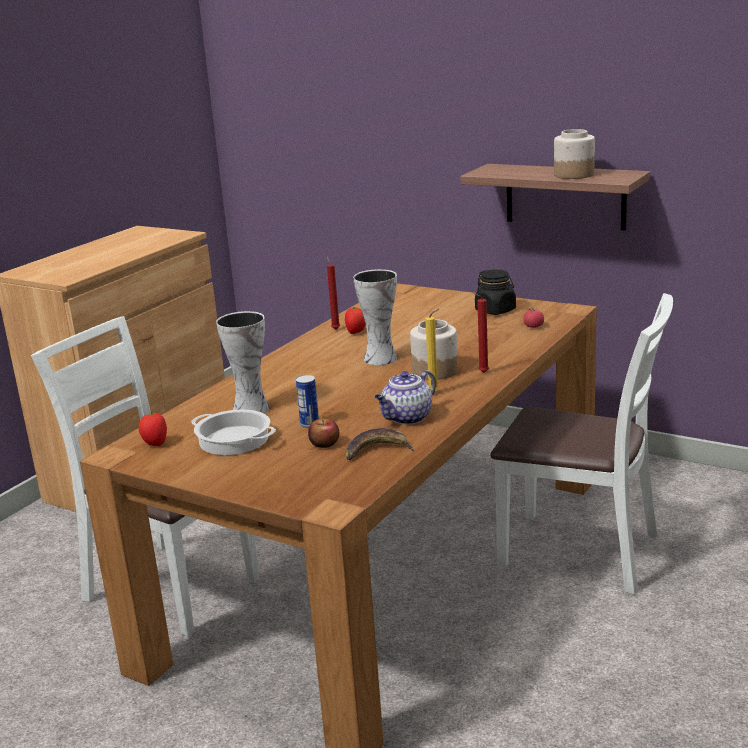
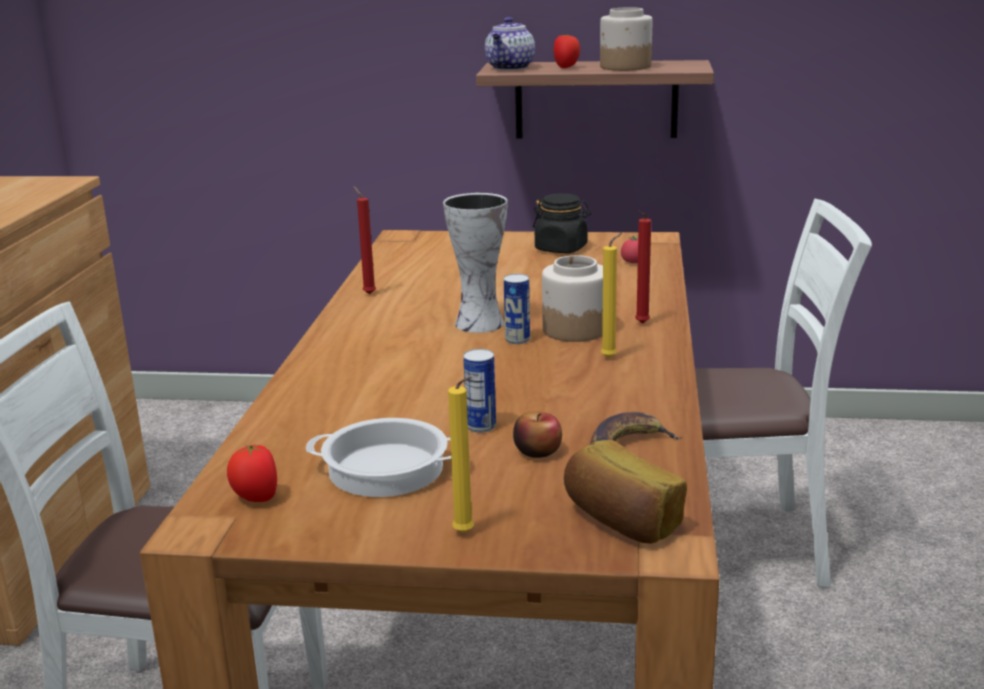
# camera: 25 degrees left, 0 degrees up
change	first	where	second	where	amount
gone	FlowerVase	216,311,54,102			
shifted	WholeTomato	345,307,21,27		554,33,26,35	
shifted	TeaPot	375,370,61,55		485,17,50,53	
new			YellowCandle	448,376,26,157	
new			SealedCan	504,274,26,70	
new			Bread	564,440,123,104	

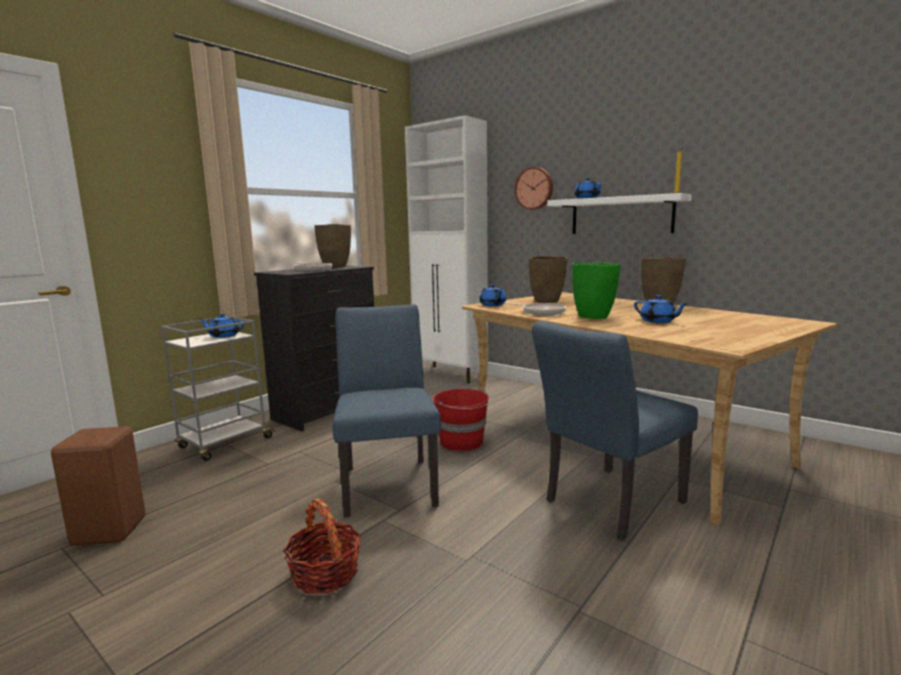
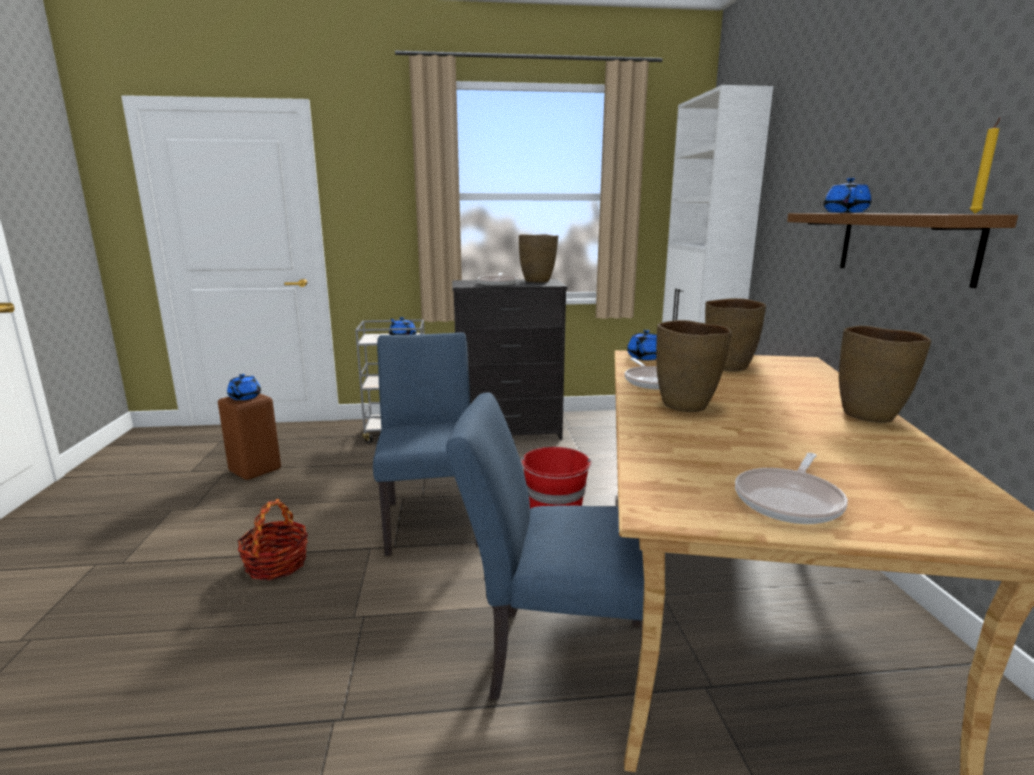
# camera: 45 degrees right, 5 degrees up
change	first	where	second	where	amount
rotated	BlueUprightChair	333,304,108,213		373,332,105,224	45 degrees counterclockwise
gone	ClockOnTheWall	514,167,39,43			
repainted	WhiteColouredShelf	547,193,145,41	BrownShelf	787,213,231,75	
repainted	GreenColouredFlowerVase	572,262,49,57	BrownFlowerVase	656,320,76,92	
shifted	BlueTeaPot	634,295,55,28		227,374,34,26	
new			FryingPan	735,453,113,71	

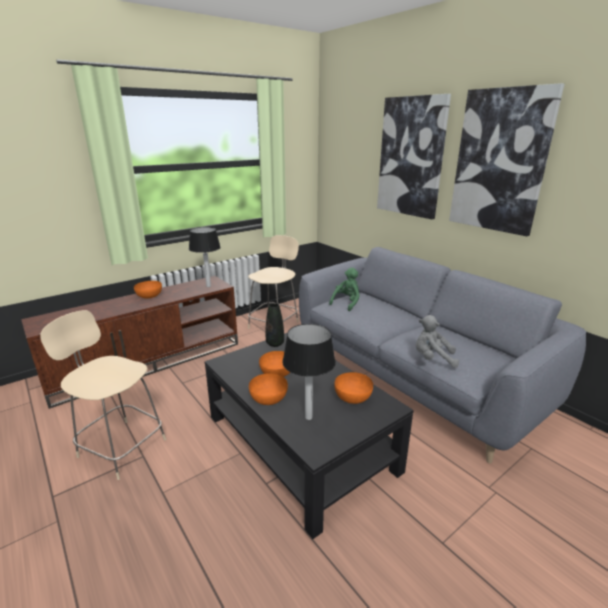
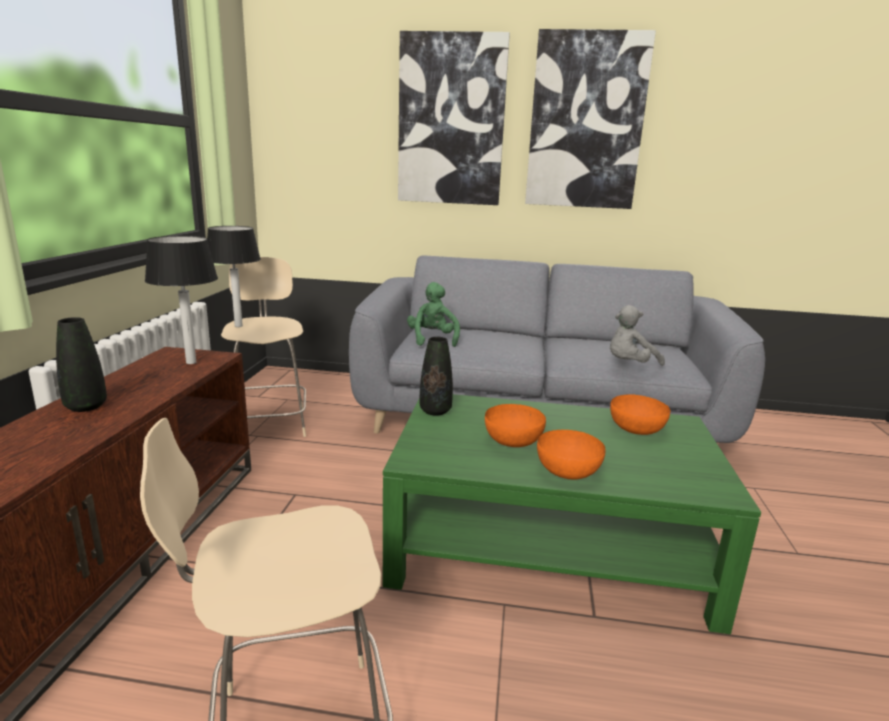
# camera: 45 degrees left, 5 degrees down
change	first	where	second	where	amount
swapped	OrangeColouredServingBowl	134,281,28,17	BlackFlowerVase	56,317,51,95	
repainted	BlackCoffeeTable	205,333,209,206	GreenColouredCoffeeTable	383,394,378,240	
shifted	TableLamp	282,324,54,96		207,226,54,101	

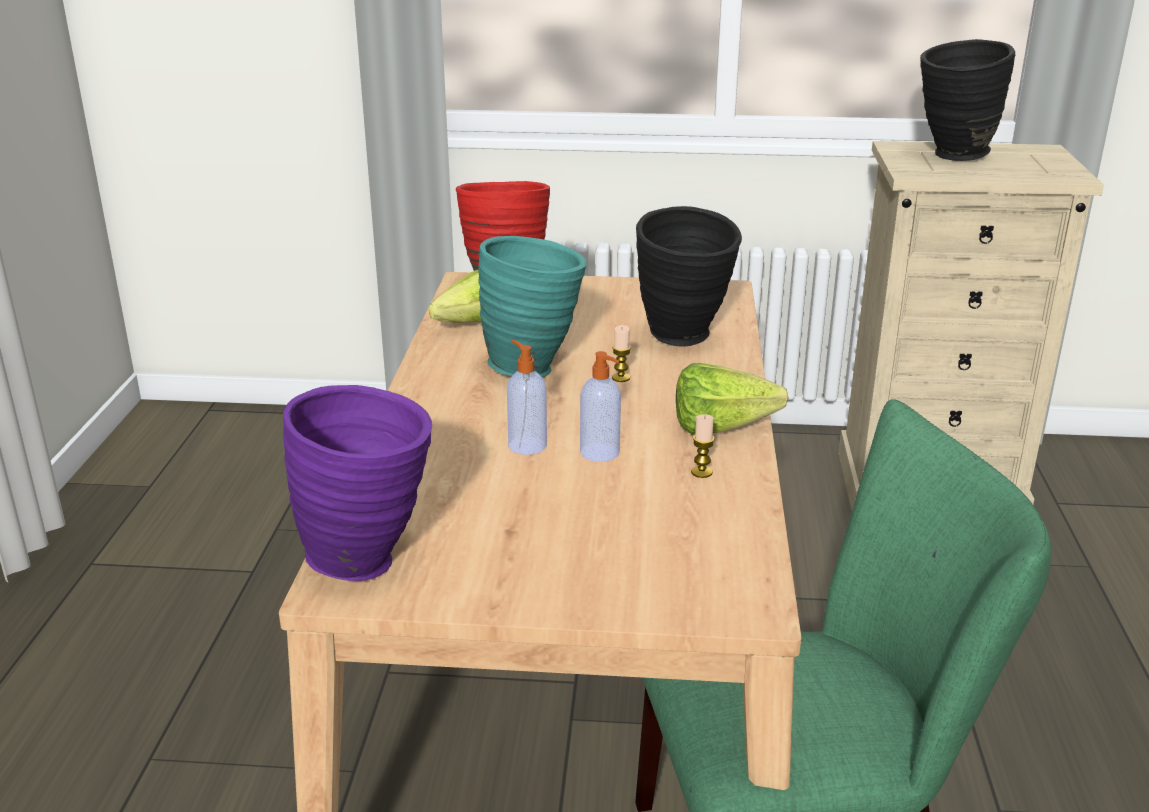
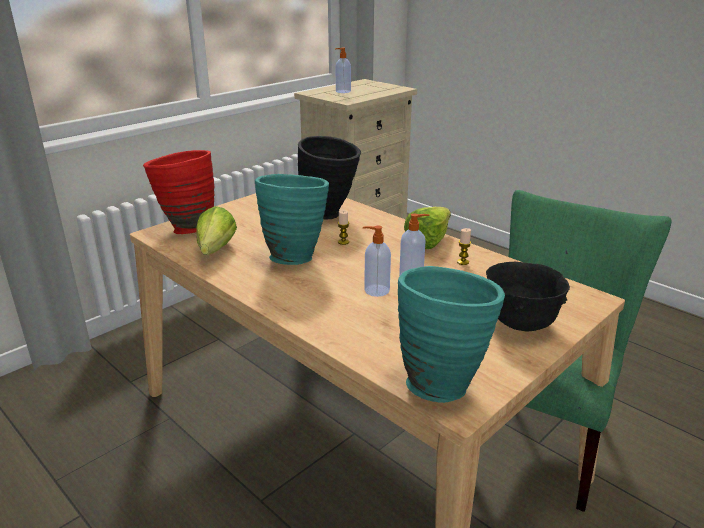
# camera: 50 degrees left, 0 degrees up
change	first	where	second	where	amount
repainted	PurpleFlowerVase	283,385,149,196	TurquoiseFlowerVase	398,266,107,137	
swapped	BlackFlowerVase	920,39,95,122	SoapDispenser	335,47,16,46	
new			BlackServingBowl	486,262,84,69	

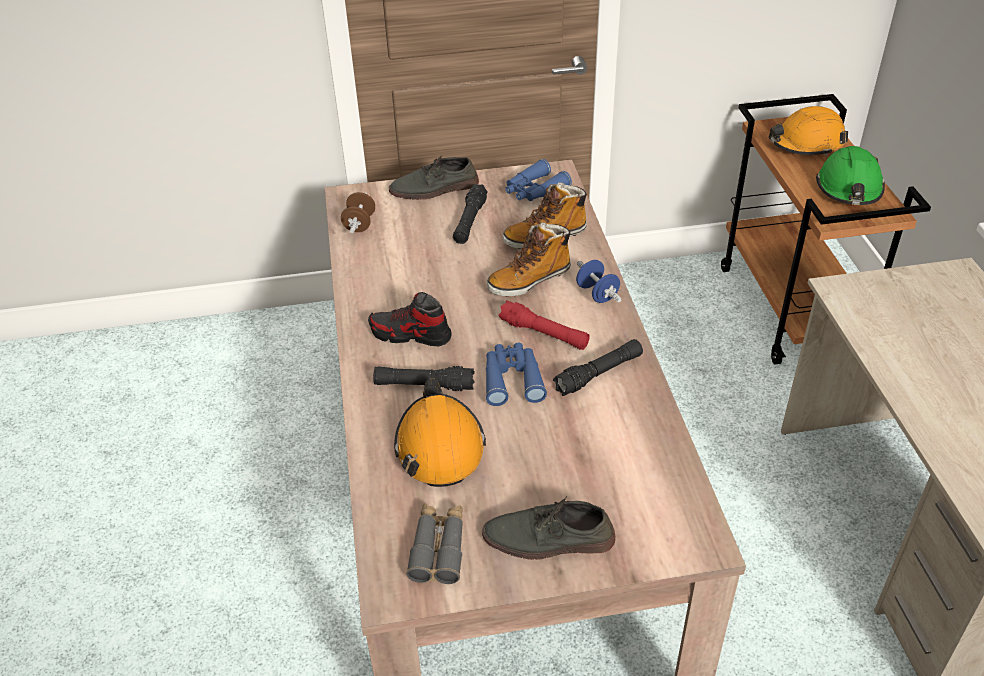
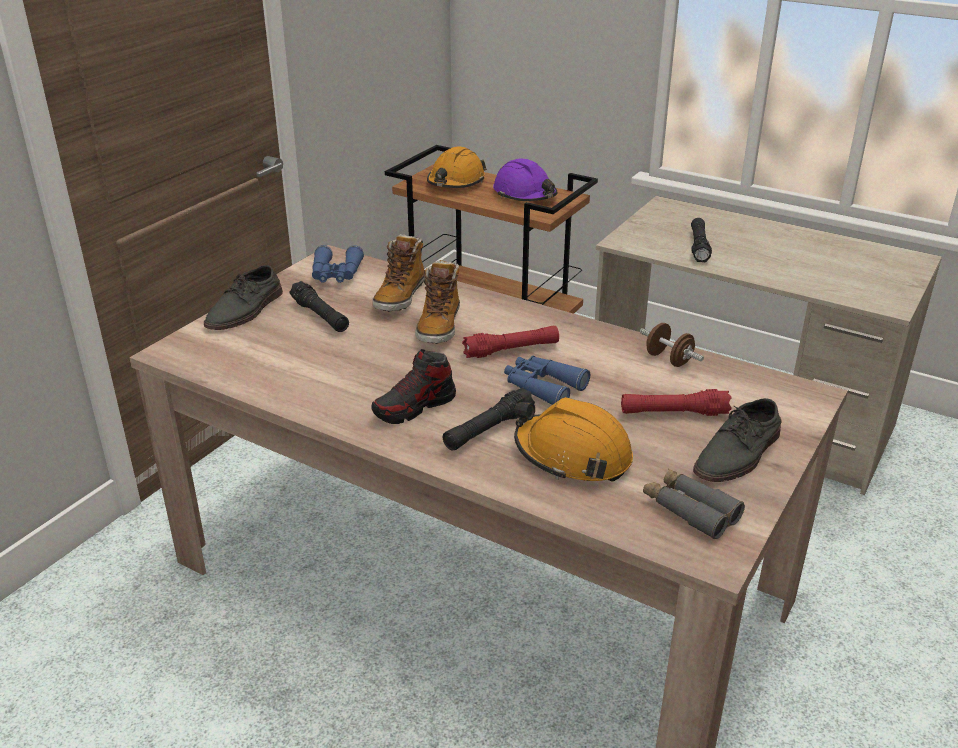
# camera: 50 degrees left, 10 degrees down
change	first	where	second	where	amount
shifted	BrownFreeWeight	341,192,34,41		640,323,64,44	
shifted	BlackTorch	553,339,90,57		691,218,21,44	
gone	BlueFreeWeight	576,260,46,43			
repainted	GreenColouredHardHat	816,146,69,59	PurpleHardHat	493,159,65,42	
new			ReddishTorch	621,389,111,27	

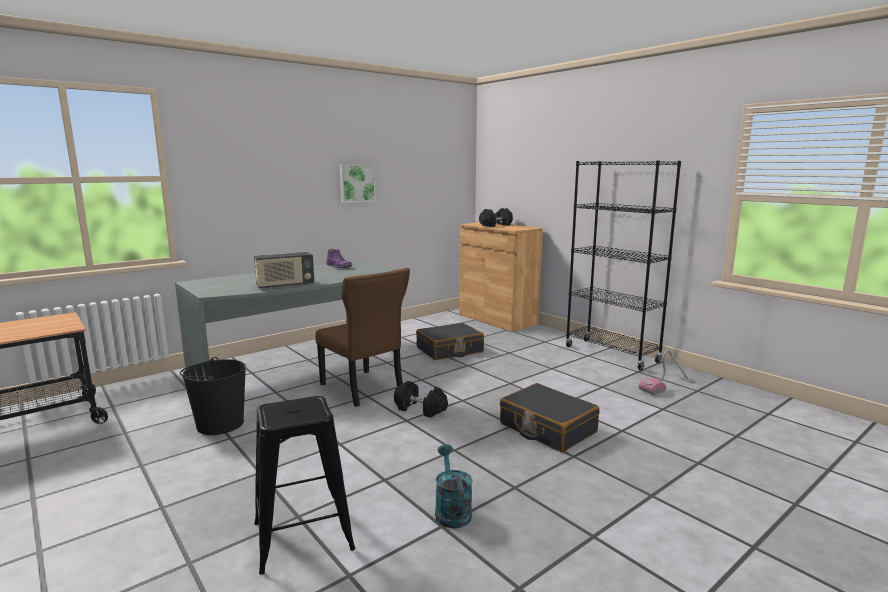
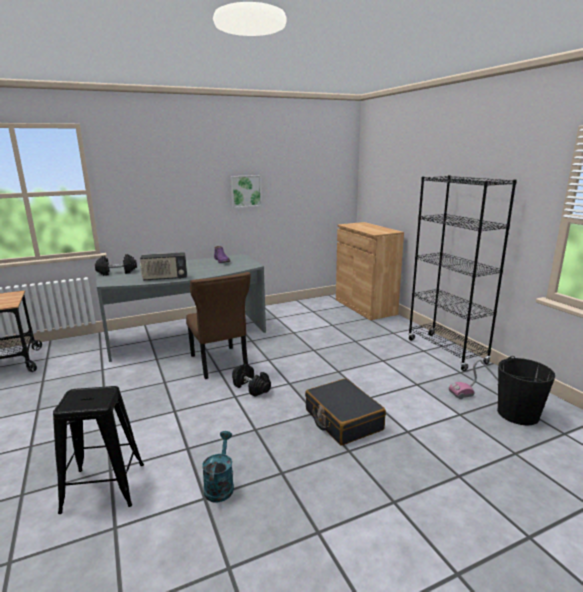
# camera: 15 degrees right, 5 degrees up
change	first	where	second	where	amount
shifted	BlackBucket	180,357,66,78		497,356,58,70	
gone	BlackSuitcase	416,323,68,37			
shifted	BlackFreeWeight	479,208,34,19		95,254,42,22	

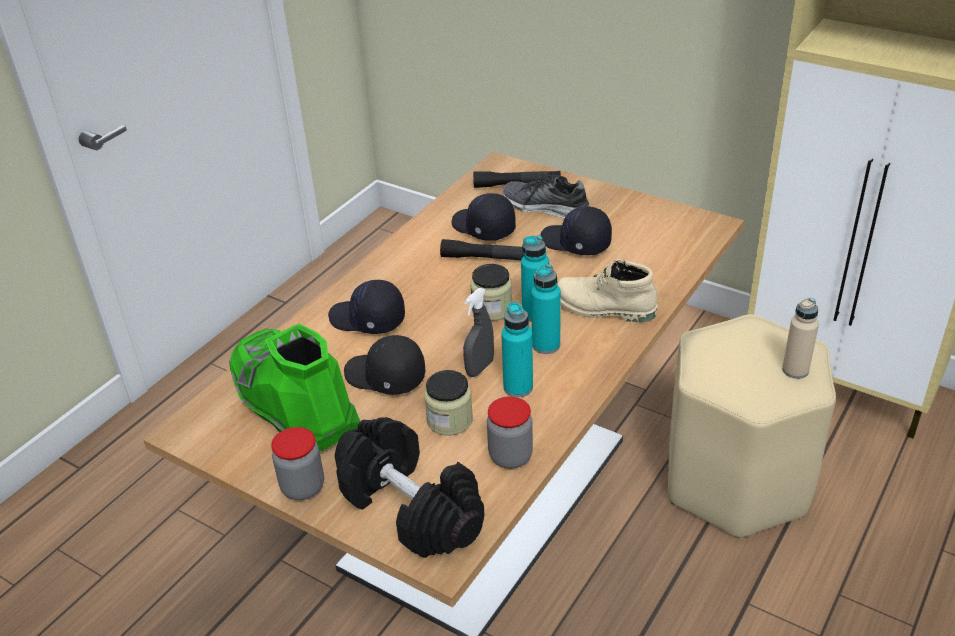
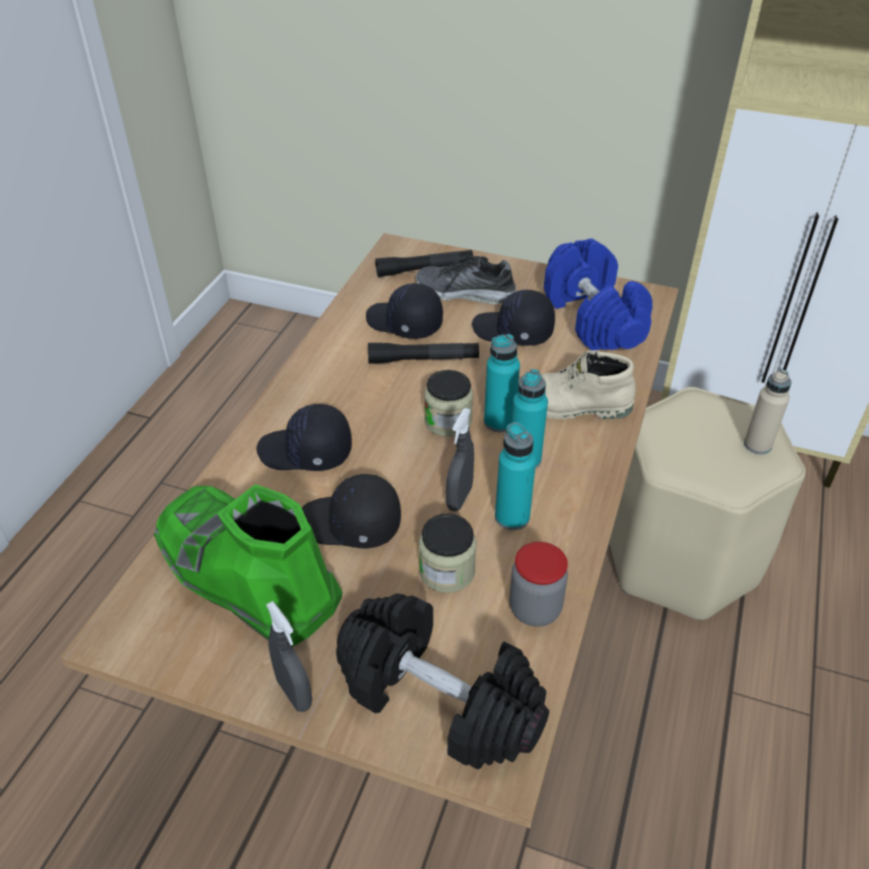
# camera: 15 degrees left, 5 degrees up
change	first	where	second	where	amount
swapped	PreserveJar	271,427,53,73	GreySprayer	266,601,46,111	
new			BlueFreeWeight	544,239,109,111	

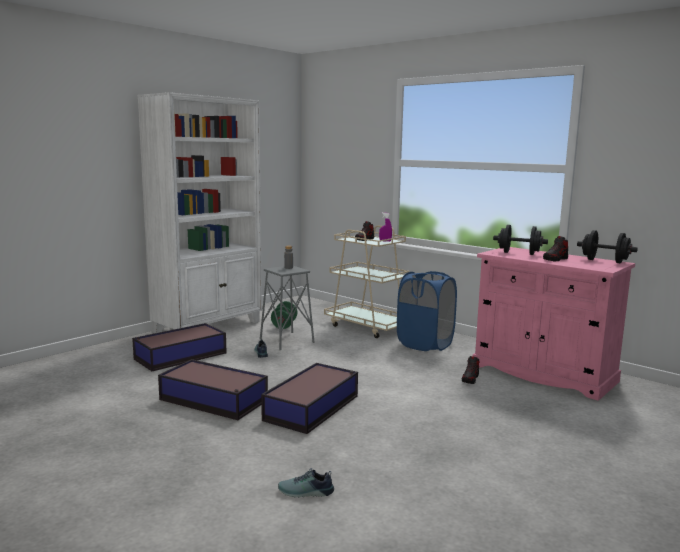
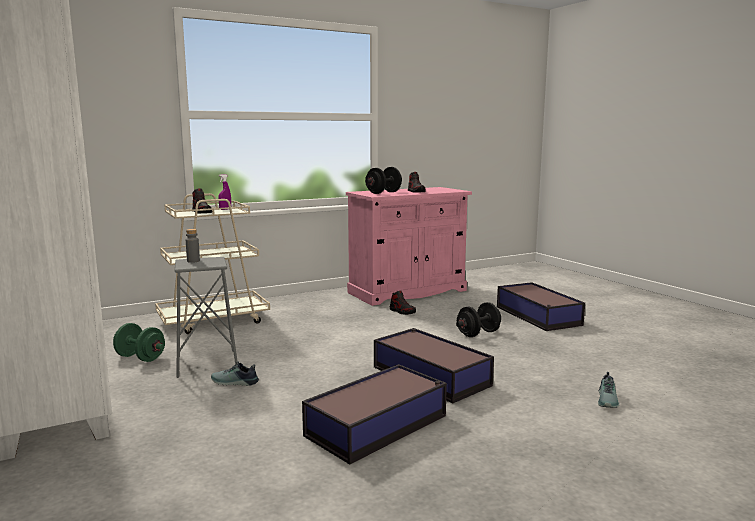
# camera: 70 degrees left, 0 degrees up
change	first	where	second	where	amount
shifted	StorageBox	132,323,94,48		497,282,88,49	
gone	BlueHamper	397,271,60,80			
shifted	BlackFreeWeight	577,230,61,33		456,302,45,35	

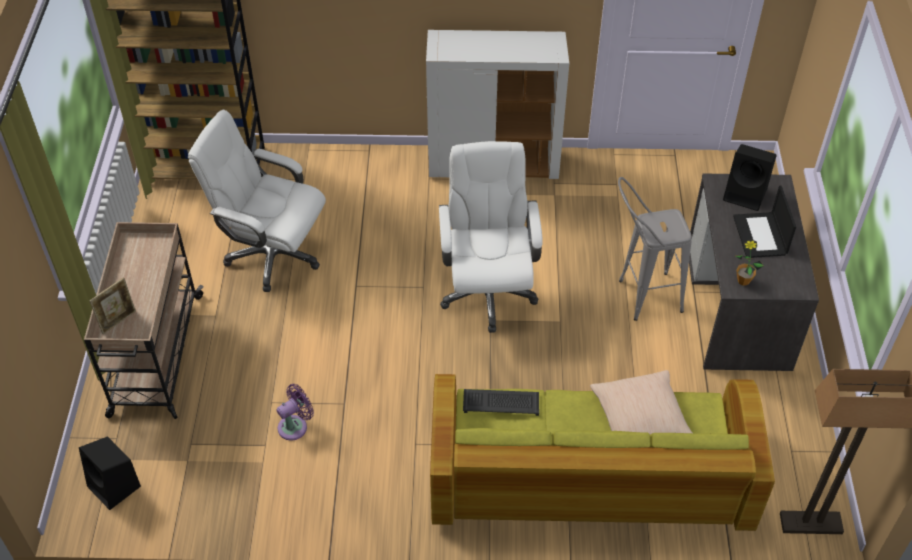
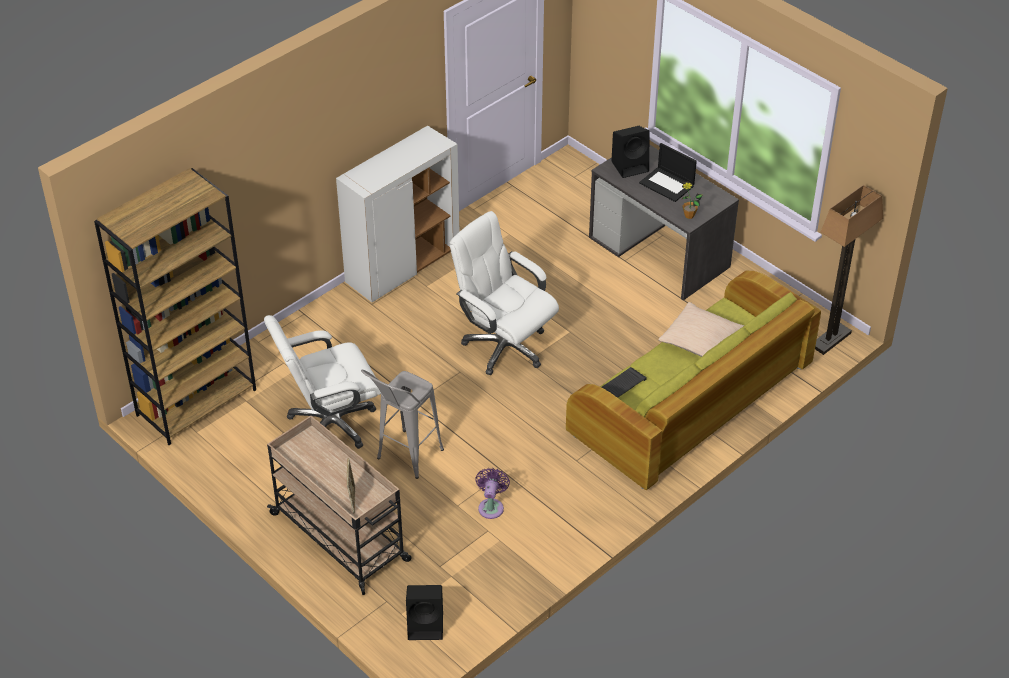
# camera: 45 degrees left, 5 degrees down
change	first	where	second	where	amount
shifted	GreyStool	618,177,74,144		361,370,83,109	

